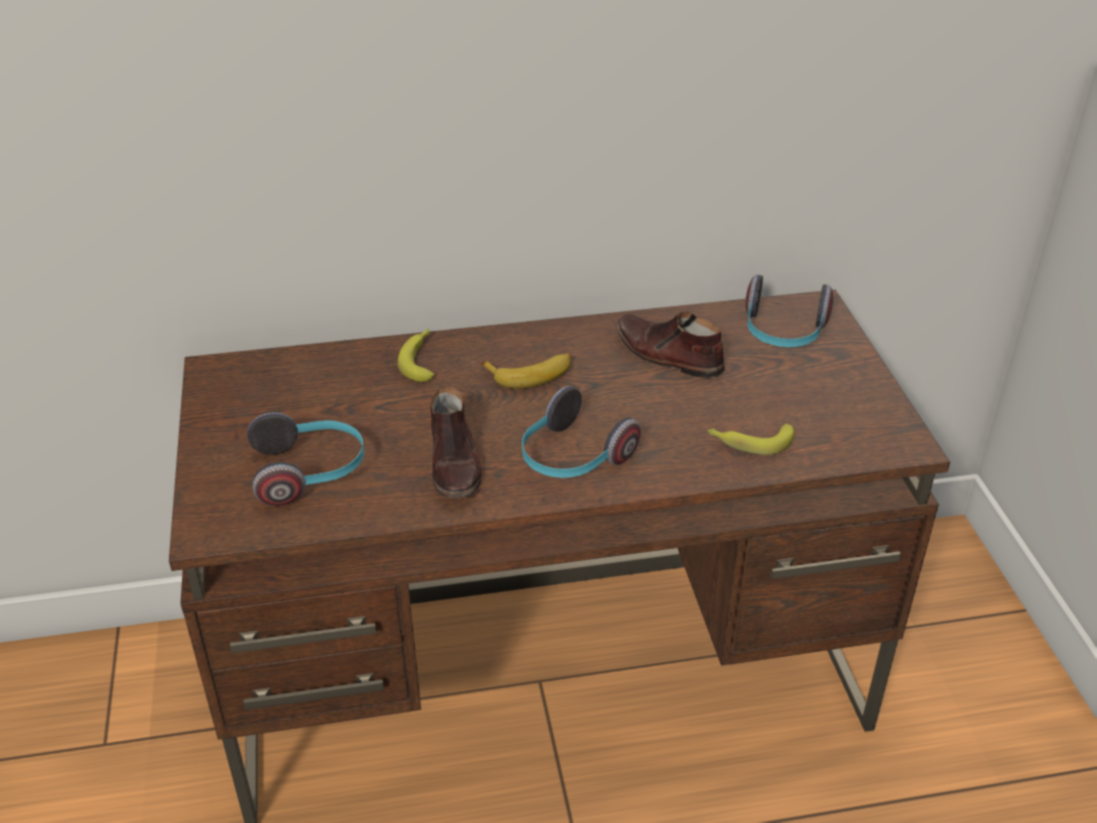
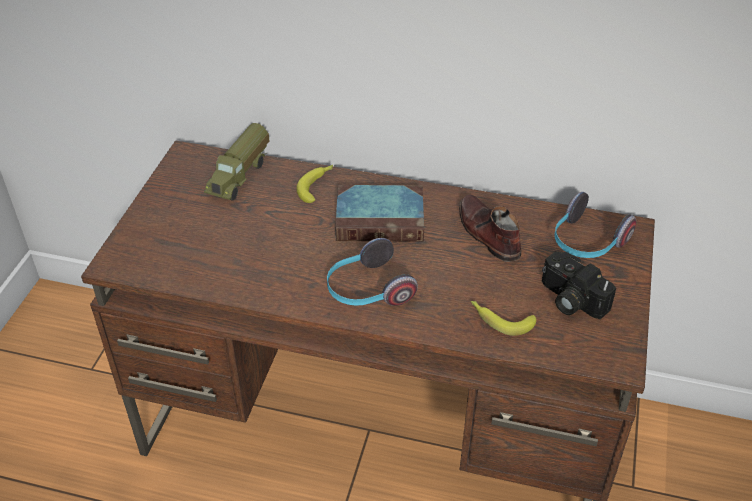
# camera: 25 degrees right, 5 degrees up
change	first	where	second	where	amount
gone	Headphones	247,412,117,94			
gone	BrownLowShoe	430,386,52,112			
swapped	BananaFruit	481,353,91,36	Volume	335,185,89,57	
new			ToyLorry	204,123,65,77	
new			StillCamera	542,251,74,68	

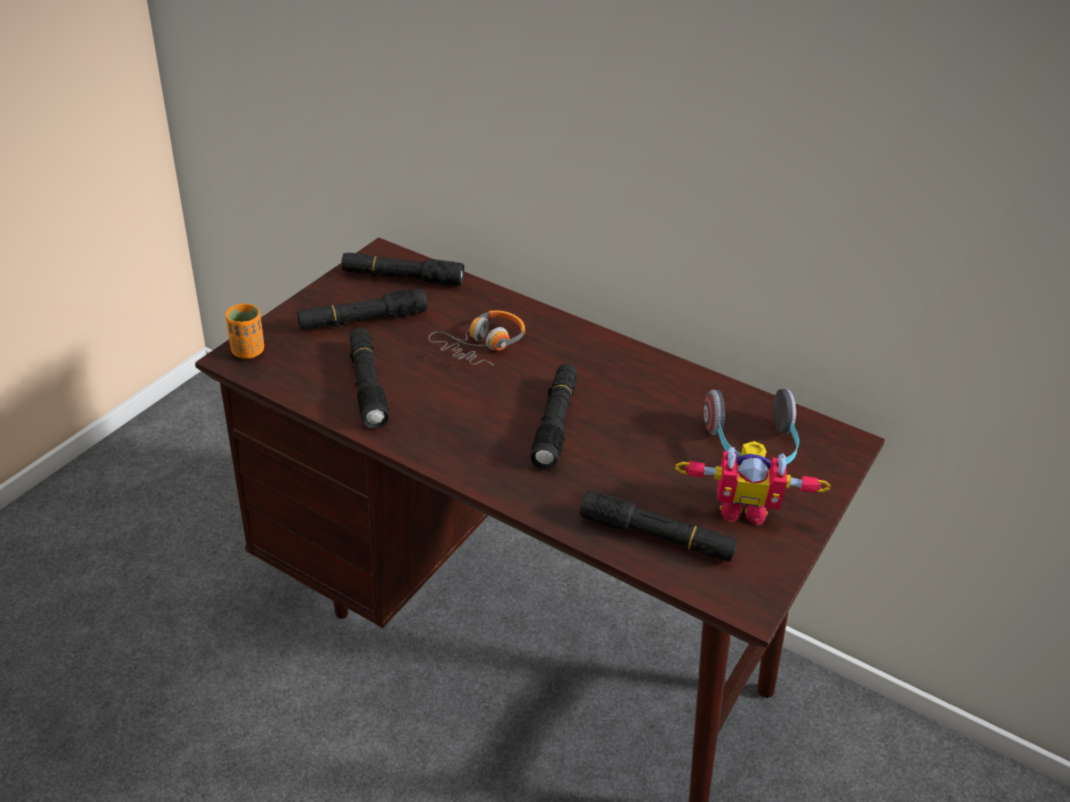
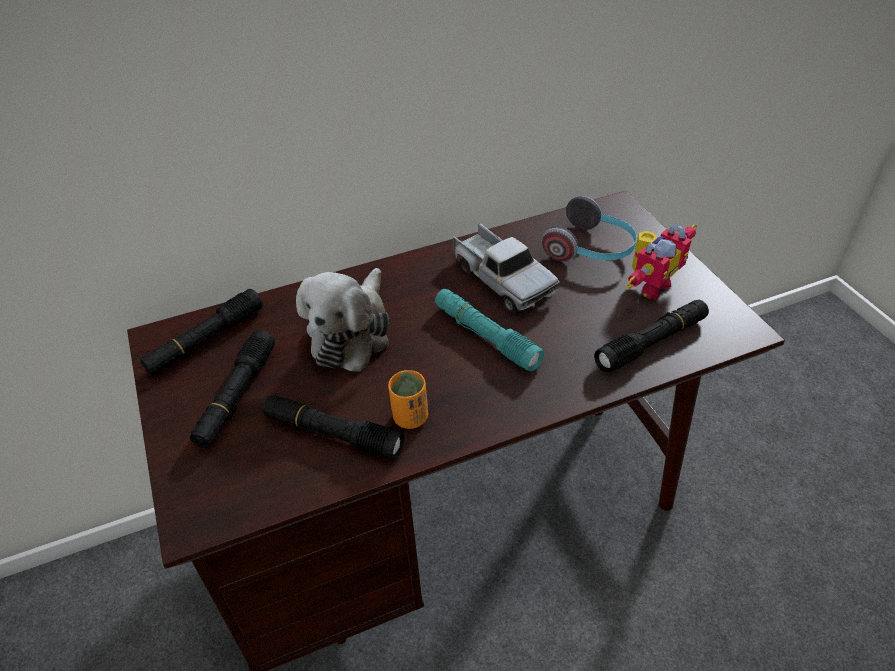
# camera: 50 degrees left, 5 degrees up
change	first	where	second	where	amount
shifted	OrangeColouredDrinkingCup	225,304,39,55		388,370,40,59	
swapped	Headphones	428,310,97,56	PlushToy	296,268,93,104	
repainted	BlackTorch	531,364,46,106	TurquoiseTorch	435,289,109,82	
new			ToyLorry	452,223,108,89	

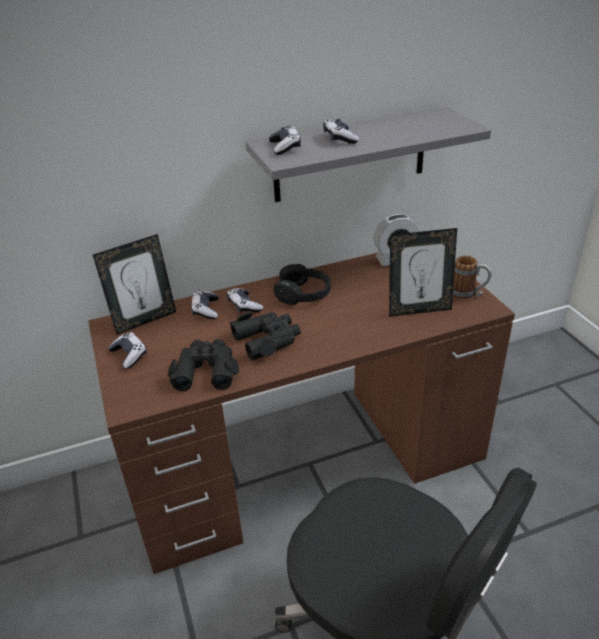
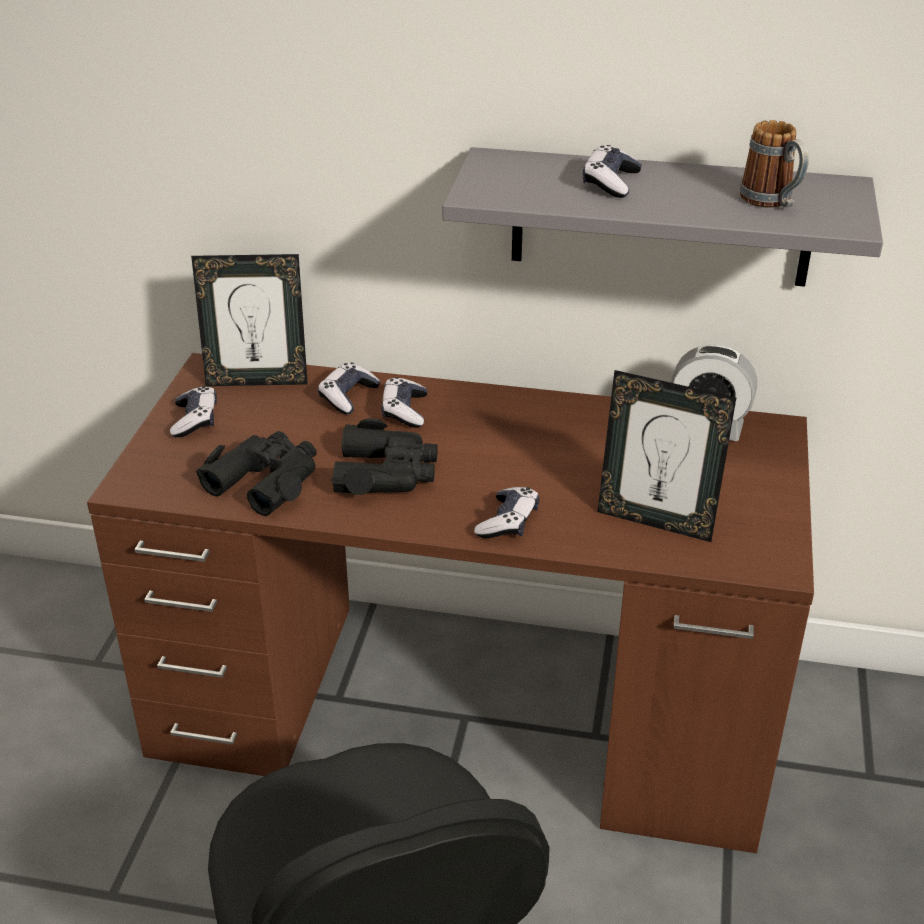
# camera: 30 degrees right, 0 degrees up
change	first	where	second	where	amount
shifted	GameController	269,126,32,29		474,487,65,51	
gone	BlackHeadphones	274,264,57,41			
shifted	TeaMug	453,255,39,44		740,120,69,88	

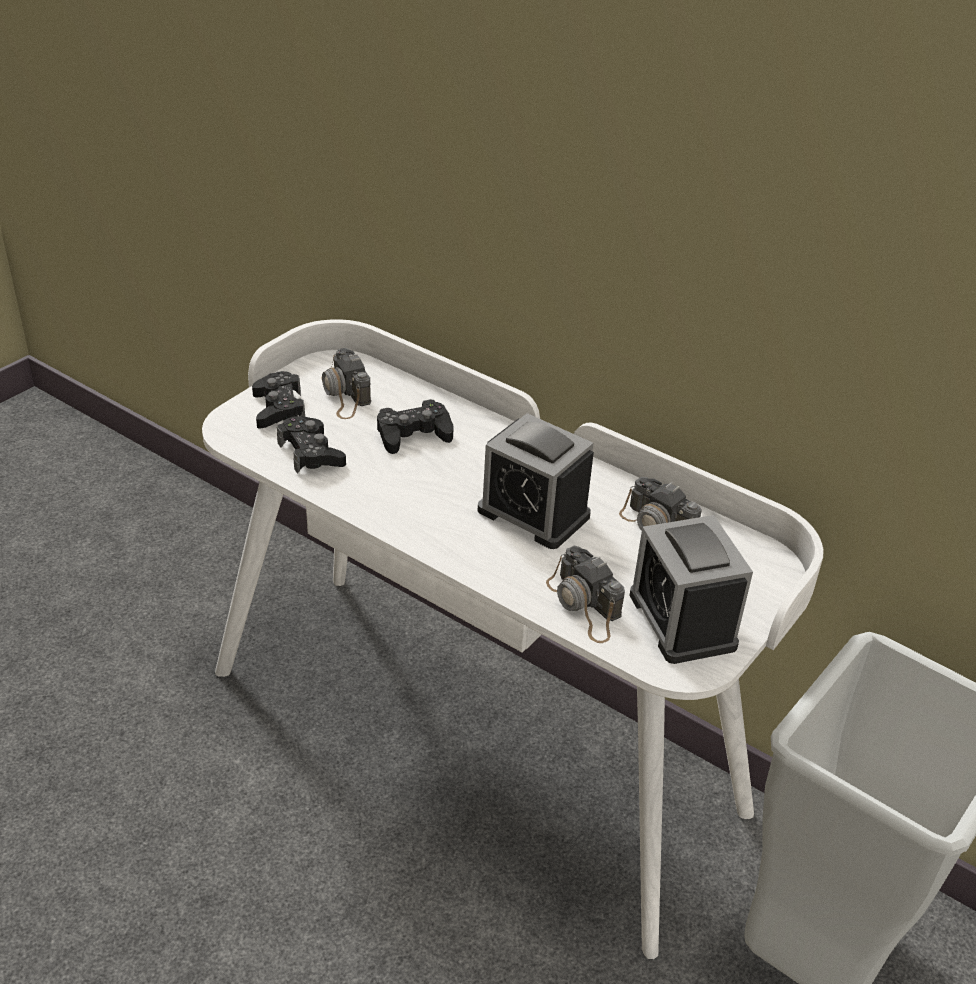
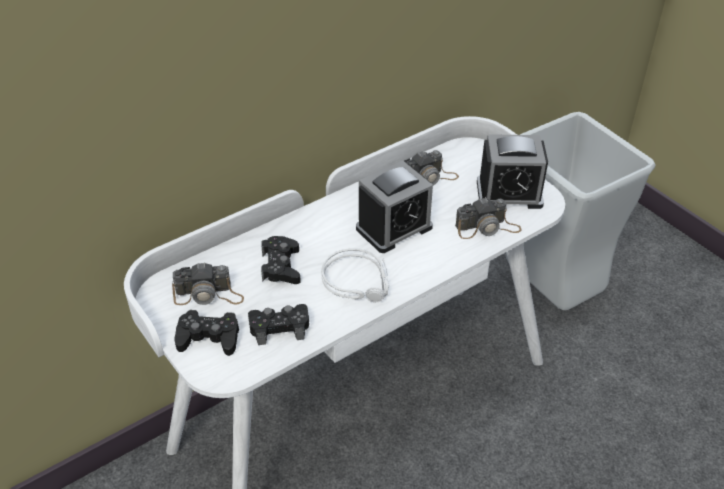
# camera: 70 degrees left, 5 degrees up
change	first	where	second	where	amount
new			GreyHeadphones	321,248,68,55	

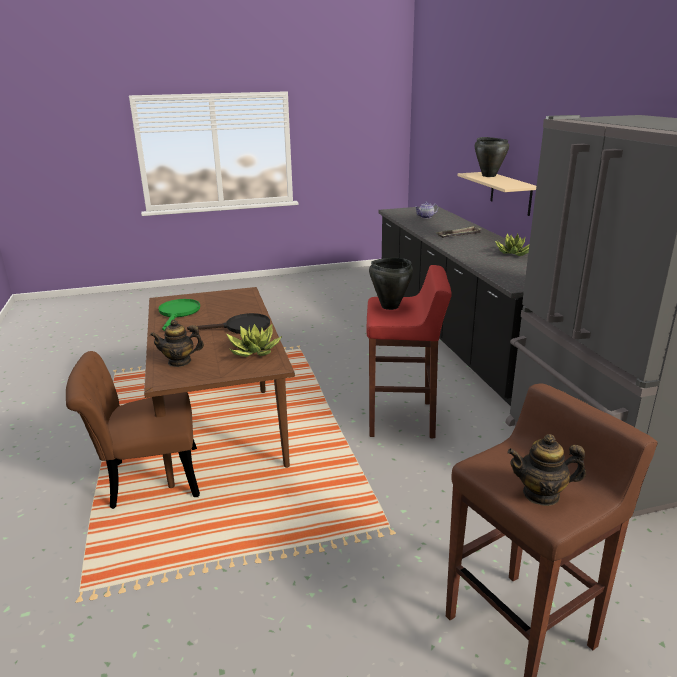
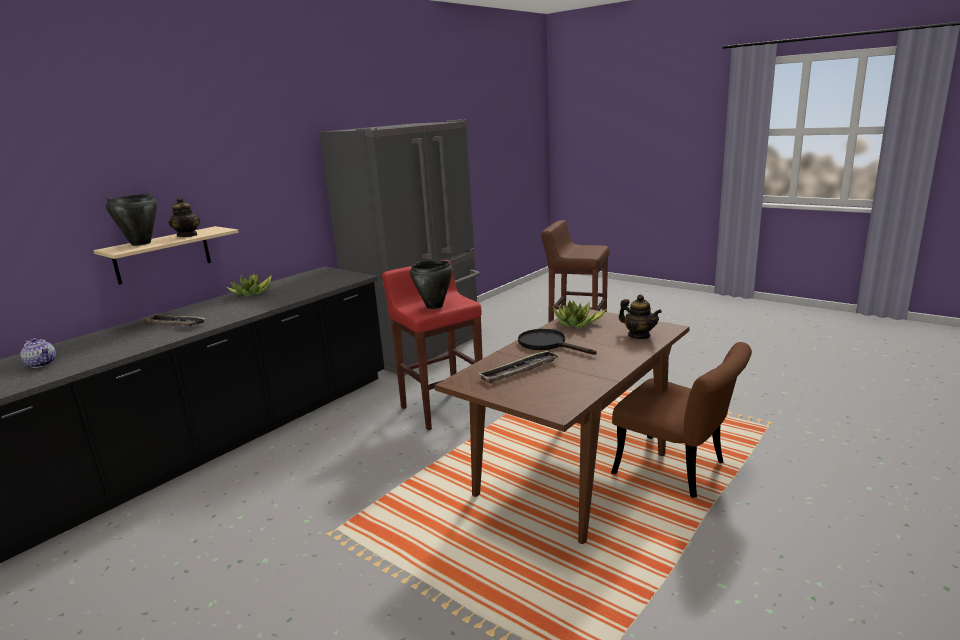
# camera: 125 degrees left, 5 degrees down
change	first	where	second	where	amount
gone	GreenColouredFryingPan	158,299,42,32			
shifted	TeaPot	507,434,79,72		169,197,31,40	
new			ServingTray	478,351,81,33	

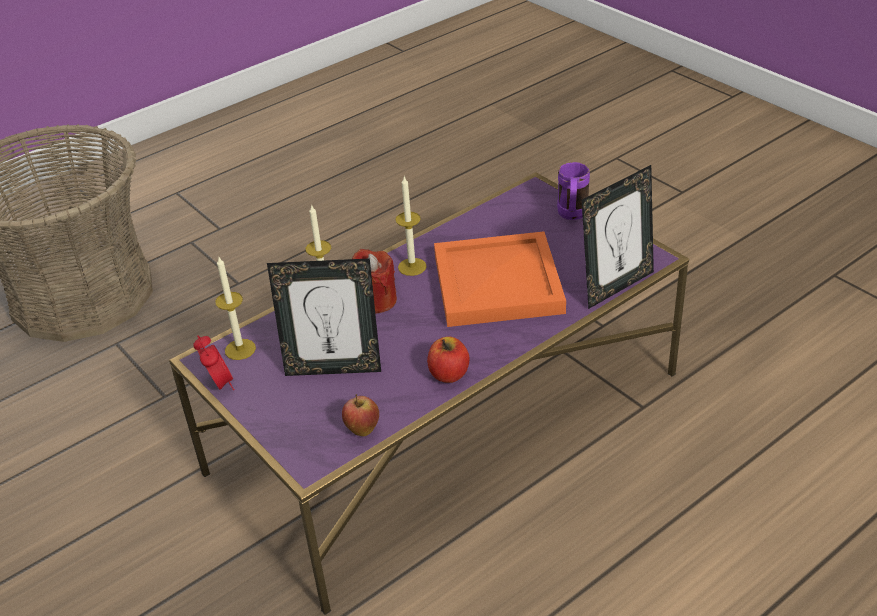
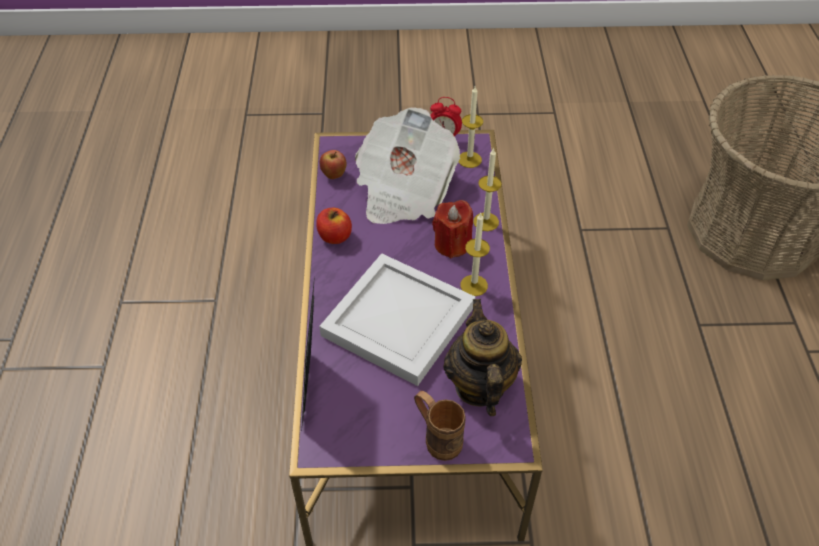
# camera: 125 degrees right, 10 degrees up
change	first	where	second	where	amount
swapped	PhotoFrame	267,258,114,118	DailyPaper	355,107,105,117	
repainted	OrangeColouredServingTray	434,231,132,96	WhiteColouredServingTray	319,253,157,133	
repainted	PurpleTeaMug	557,162,33,58	BrownTeaMug	414,391,52,70	
new			TeaPot	443,299,79,117	

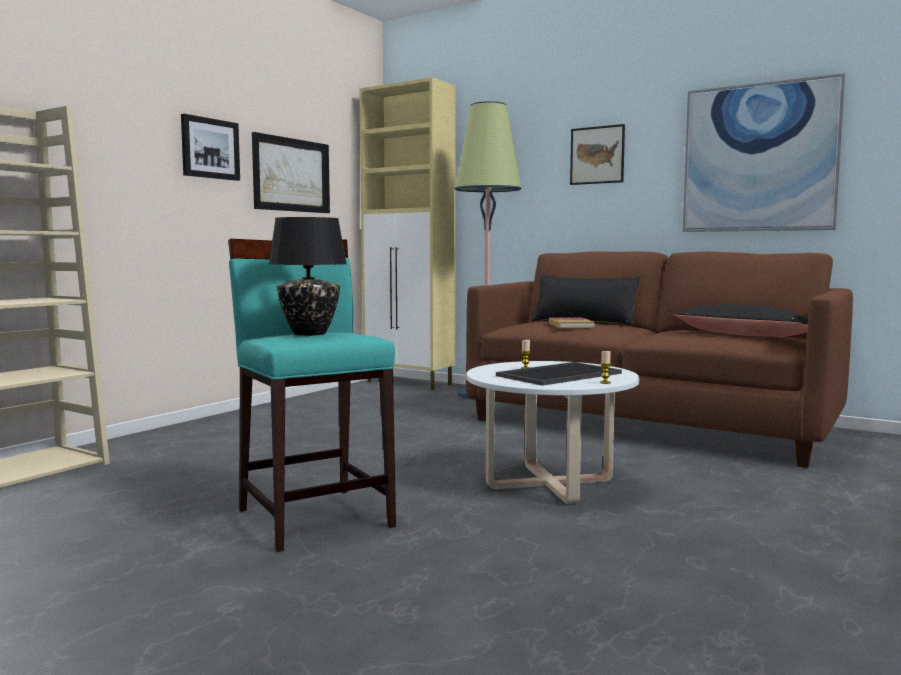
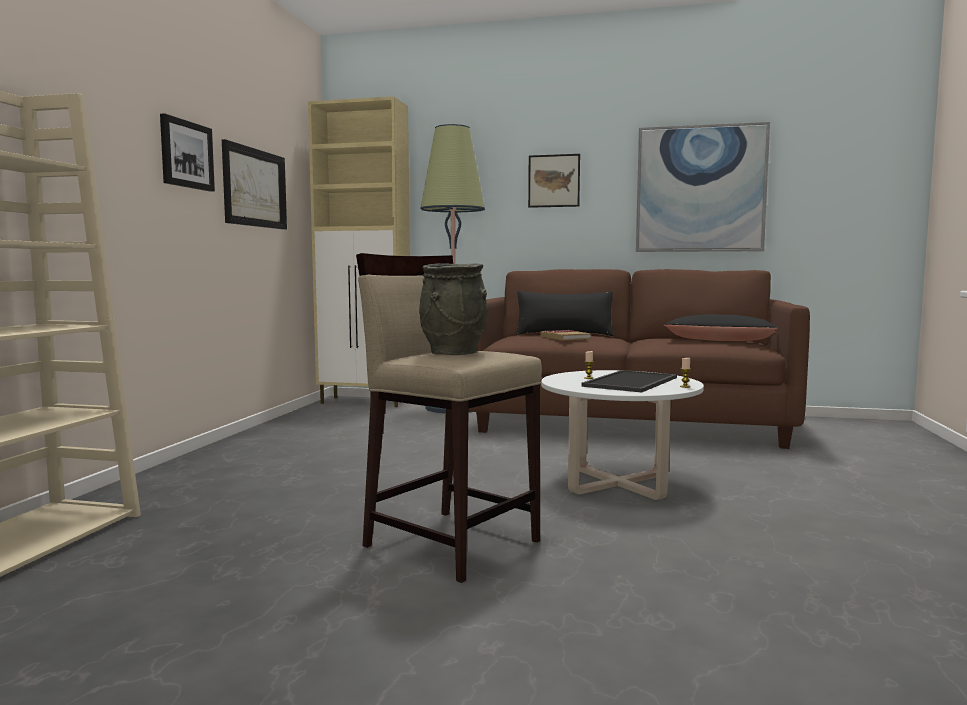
# camera: 20 degrees left, 0 degrees up
change	first	where	second	where	amount
repainted	TurquoiseStool	228,239,168,313	BeigeColouredStool	356,253,186,330	
swapped	BlackTableLamp	269,217,78,119	GreyFlowerVase	419,263,69,92	

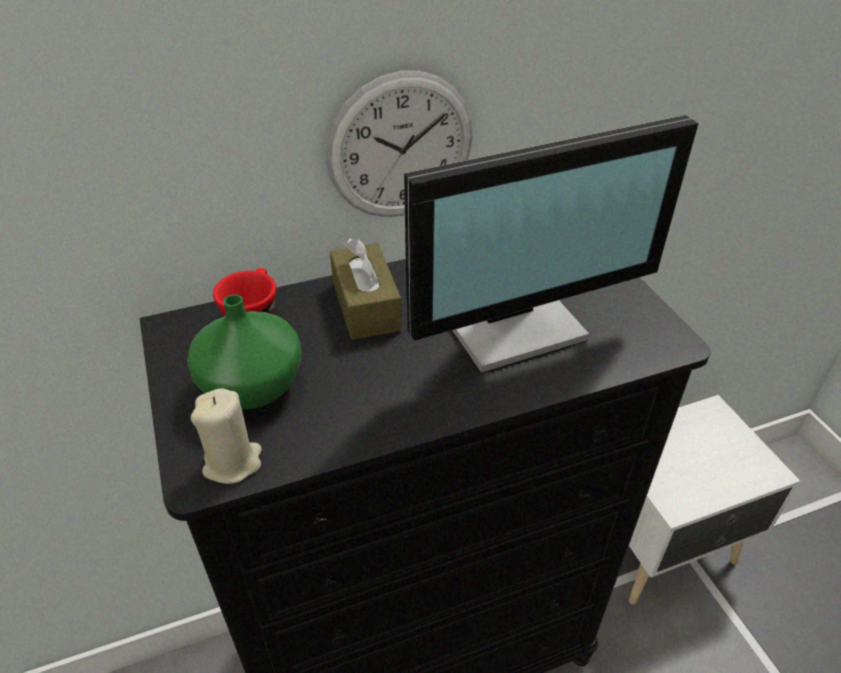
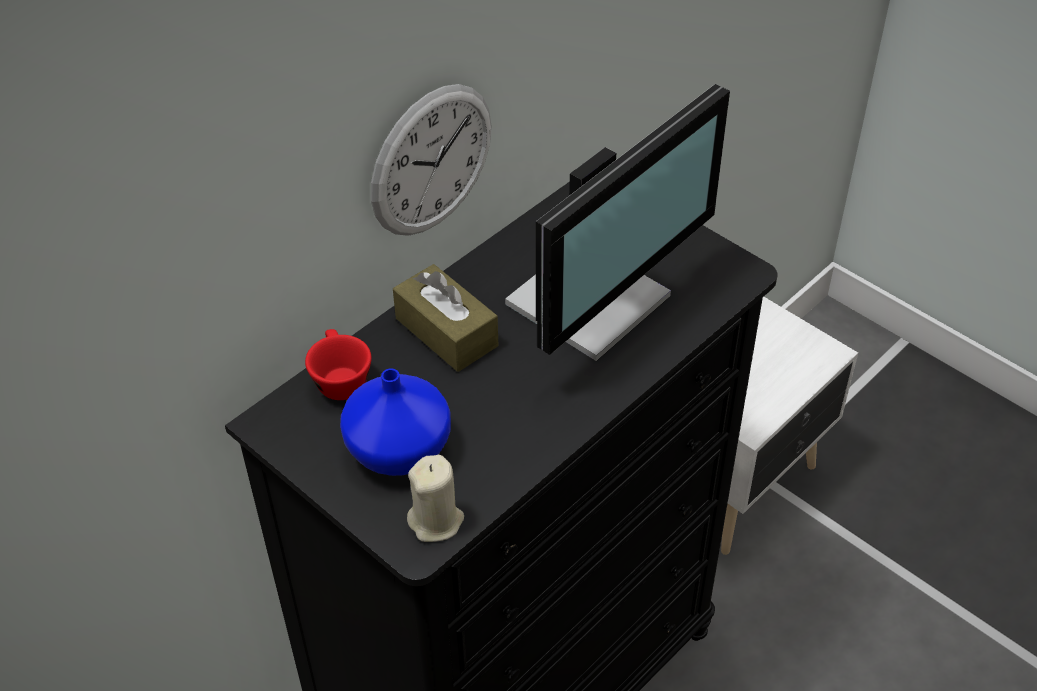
# camera: 25 degrees left, 5 degrees up
change	first	where	second	where	amount
repainted	GreenColouredFlowerVase	187,294,114,116	BlueFlowerVase	340,368,111,108	

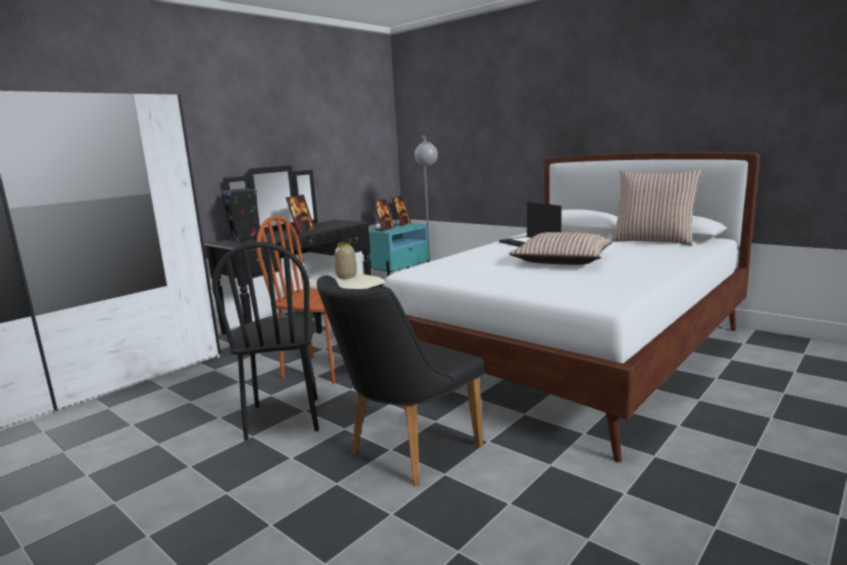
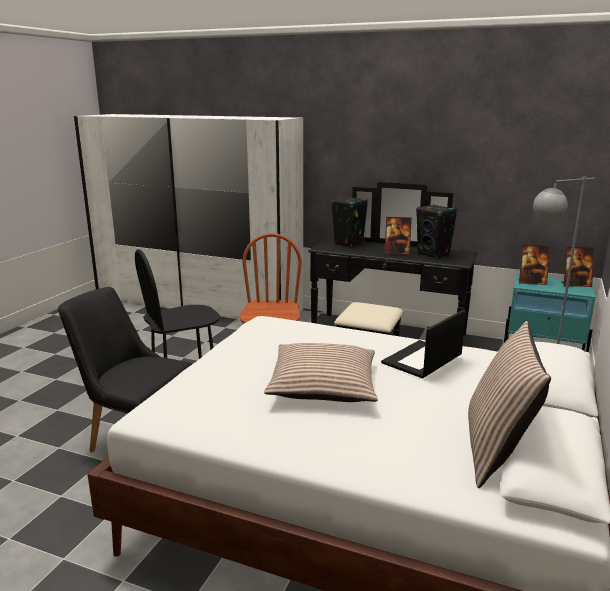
# camera: 70 degrees right, 5 degrees up
change	first	where	second	where	amount
gone	FlowerVase	334,242,23,37			
new			BlackAudioSpeaker	416,204,42,55	

